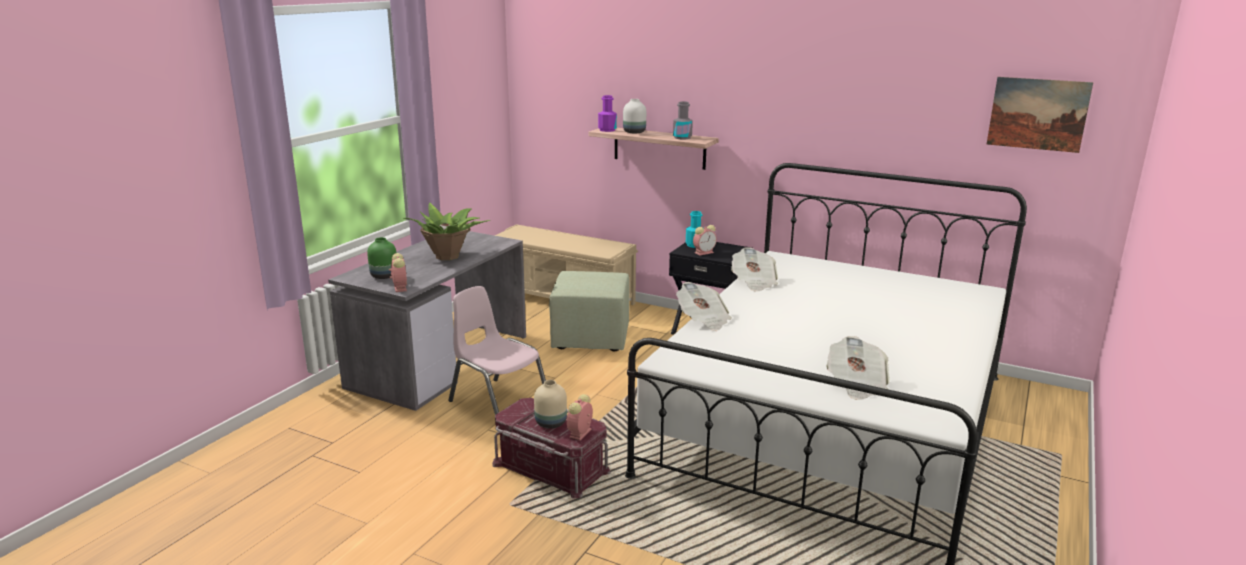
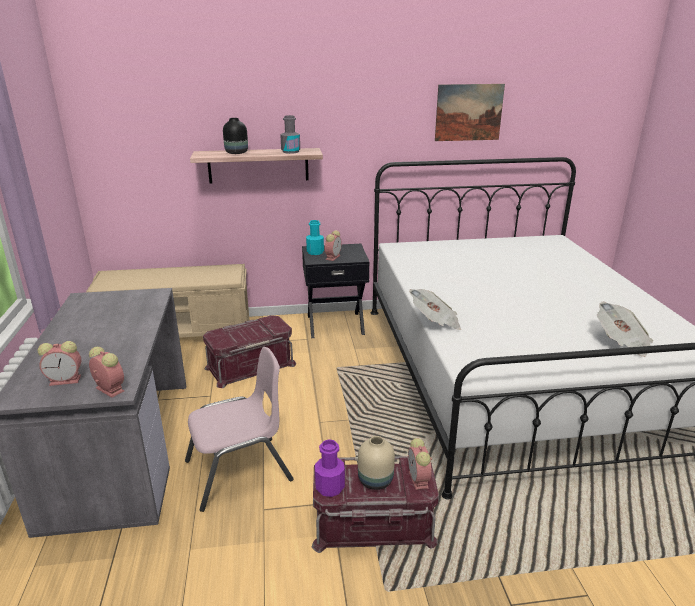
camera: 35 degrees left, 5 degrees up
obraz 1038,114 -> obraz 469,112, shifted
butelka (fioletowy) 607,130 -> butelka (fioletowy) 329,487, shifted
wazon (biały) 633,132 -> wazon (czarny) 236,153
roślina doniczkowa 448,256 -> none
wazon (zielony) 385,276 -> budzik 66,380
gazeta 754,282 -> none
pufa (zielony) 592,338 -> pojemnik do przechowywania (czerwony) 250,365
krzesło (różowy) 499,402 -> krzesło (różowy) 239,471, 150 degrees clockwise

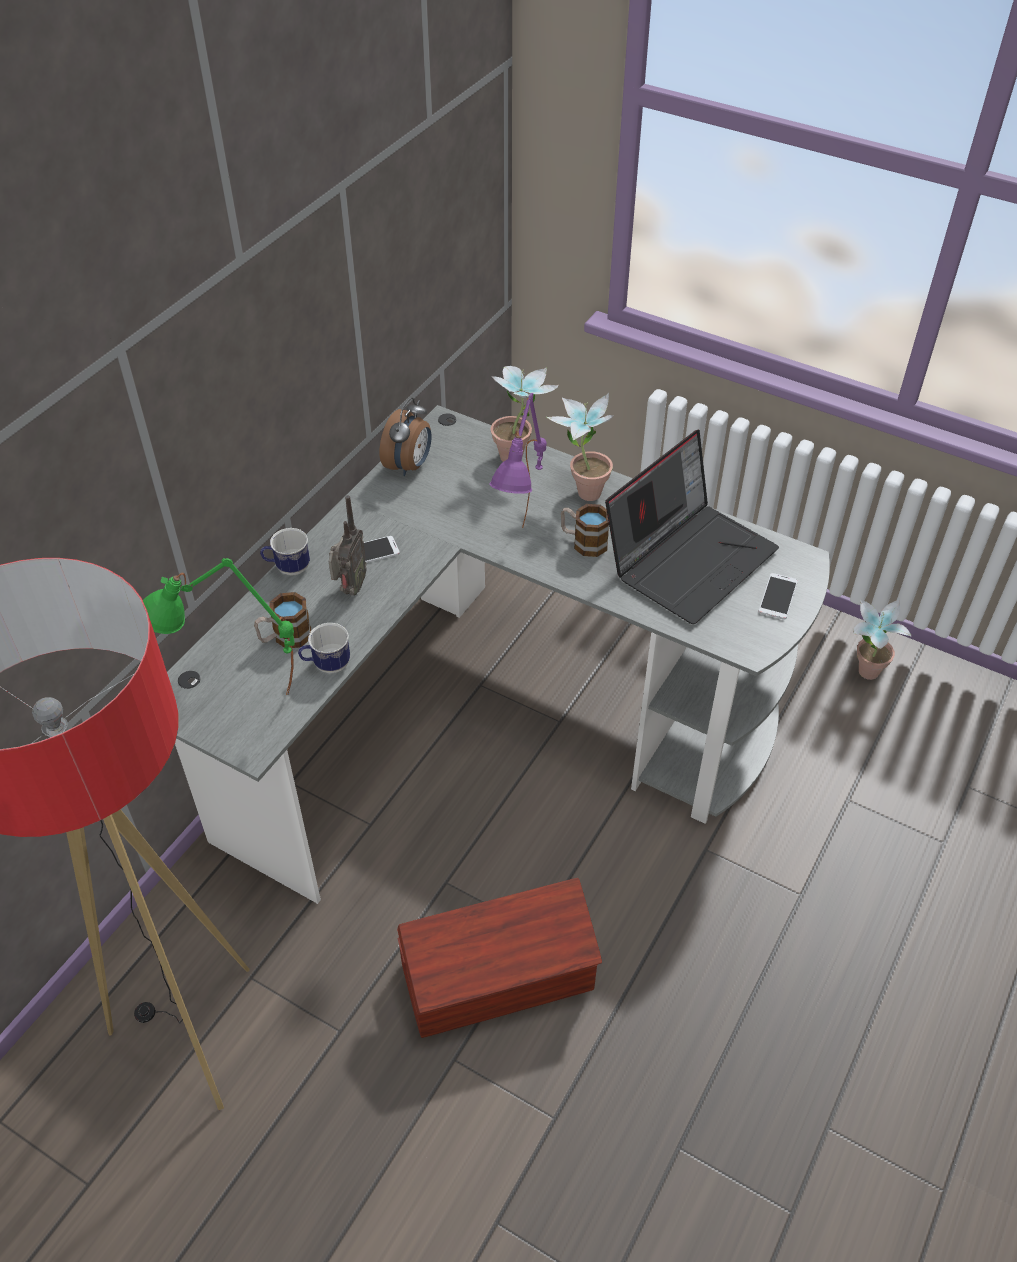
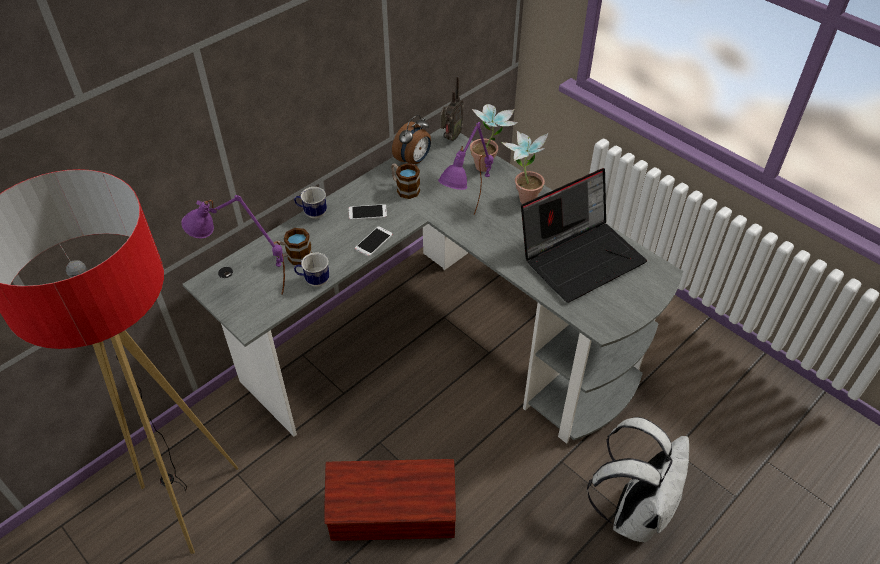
camera: 15 degrees right, 0 degrees up
radio 350,589 -> radio 450,137, shifted
kubek 583,542 -> kubek 404,188, shifted
lampa stołowa (zielony) 240,710 -> lampa stołowa (fioletowy) 249,298
telefon 778,597 -> telefon 373,241, shifted
roślina doniczkowa 863,676 -> none
none -> plecak (biały) 633,511

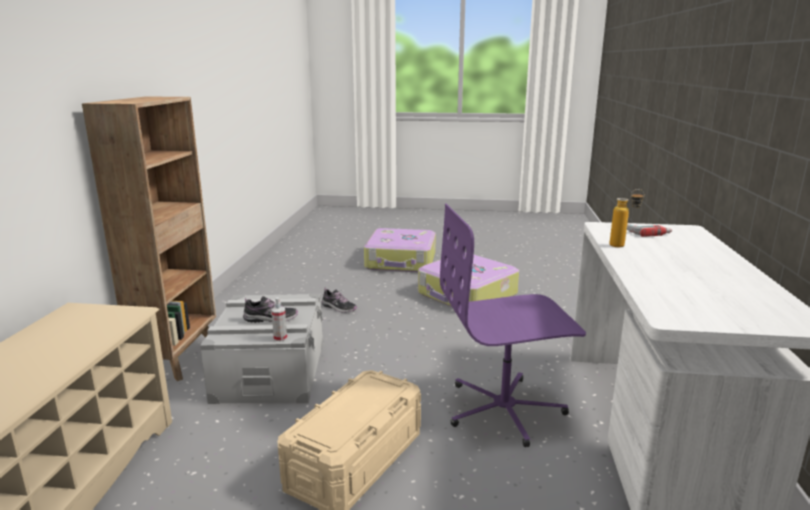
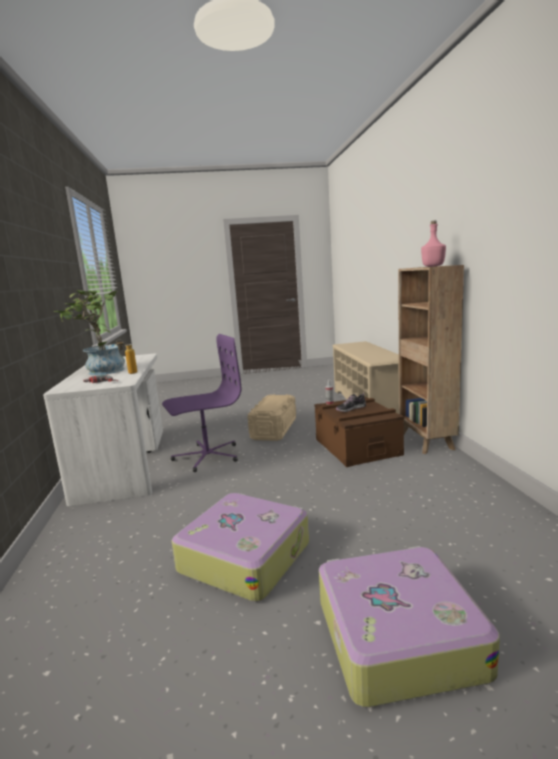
camera: 165 degrees right, 5 degrees down
but 339,308 -> none
pojemnik do przechowywania (szary) 270,371 -> pojemnik do przechowywania (brązowy) 357,447
none -> butelka (różowy) 433,266
none -> roślina doniczkowa 101,372

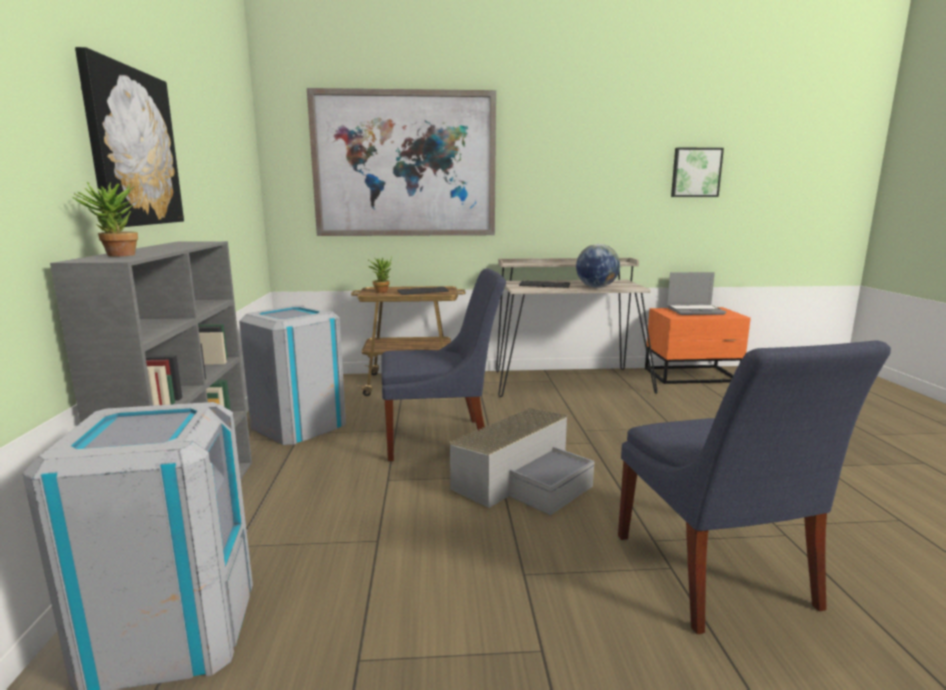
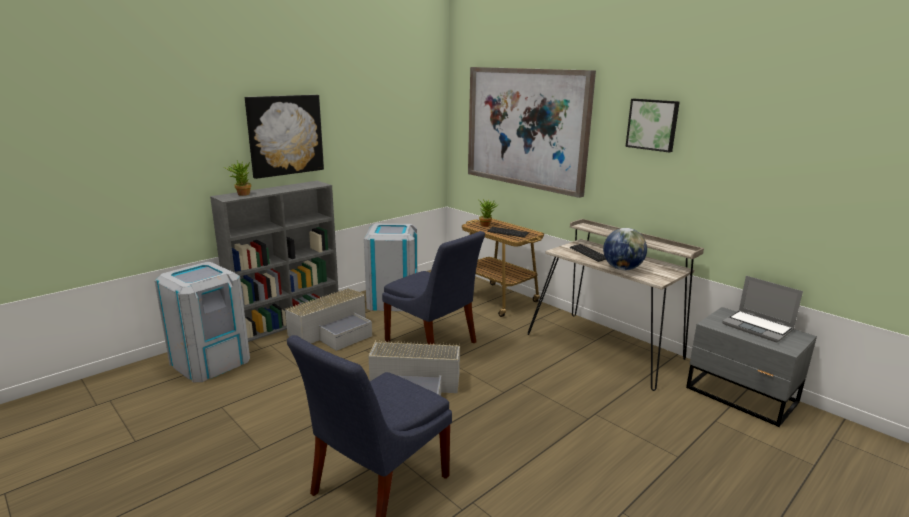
camera: 50 degrees right, 5 degrees up
obraz 695,172 -> obraz 652,124, shifted
szafka nocna (pomarańczowy) 693,375 -> szafka nocna (szary) 742,396
none -> pojemnik do przechowywania (szary) 334,331

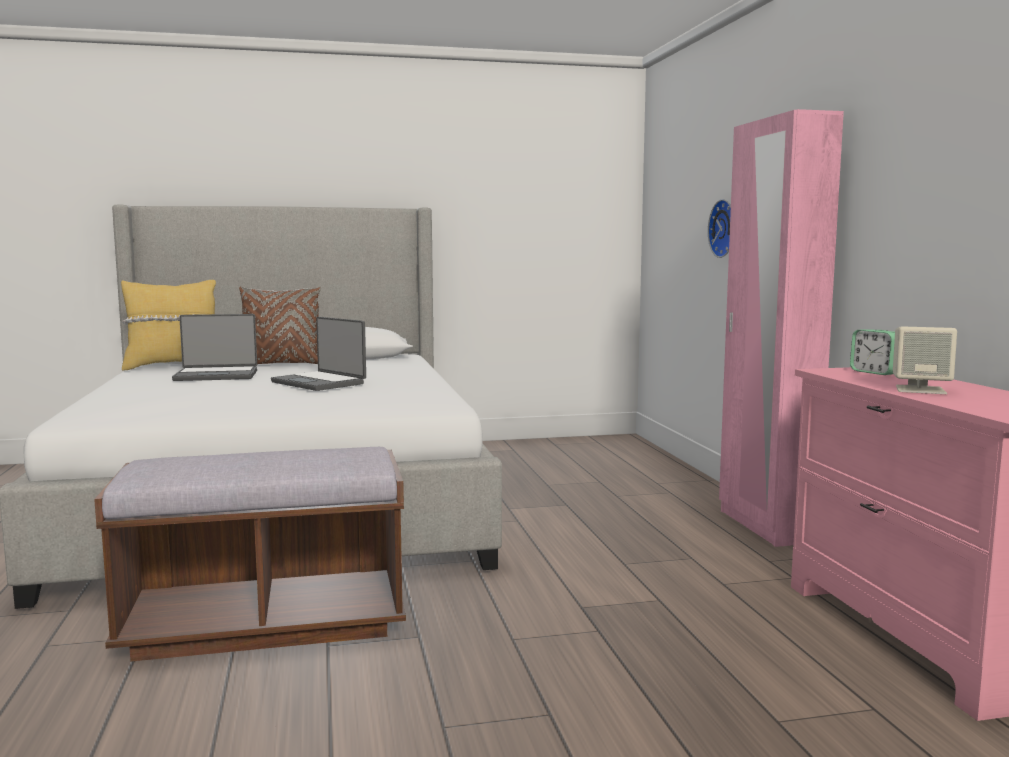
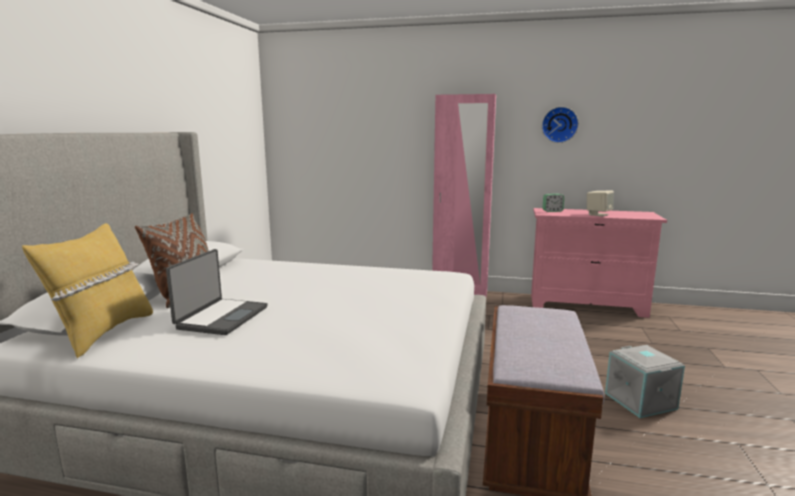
camera: 65 degrees left, 5 degrees up
zegar ścienny 725,228 -> zegar ścienny 559,124, shifted
laptop 320,383 -> none
none -> pojemnik do przechowywania (szary) 641,401

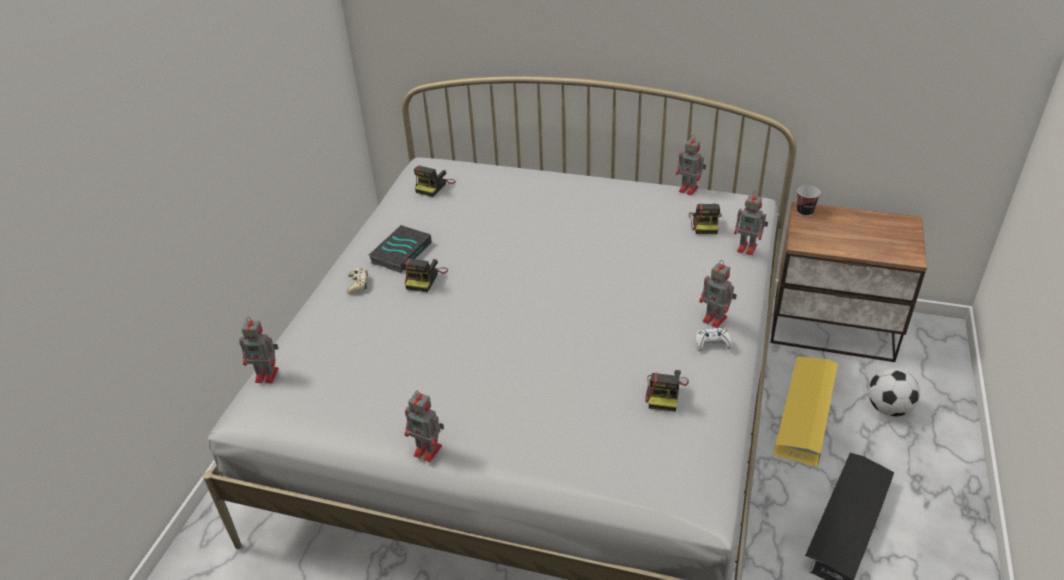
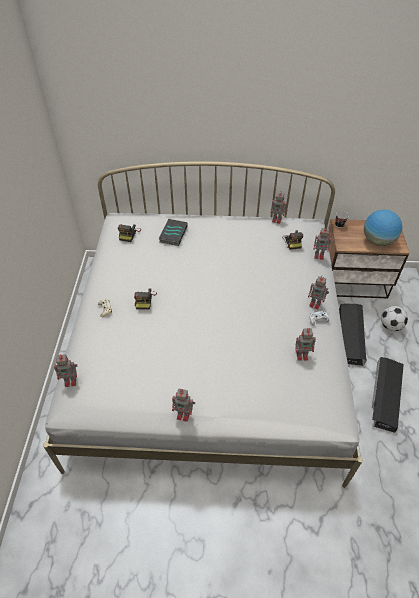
camera: 15 degrees left, 10 degrees up
książka 400,252 -> książka 173,234, shifted
pojemnik do przechowywania (żółty) 805,414 -> pojemnik do przechowywania (czarny) 351,336
aparat fotograficzny 665,392 -> robot zabawkowy 302,355
none -> globus 377,241

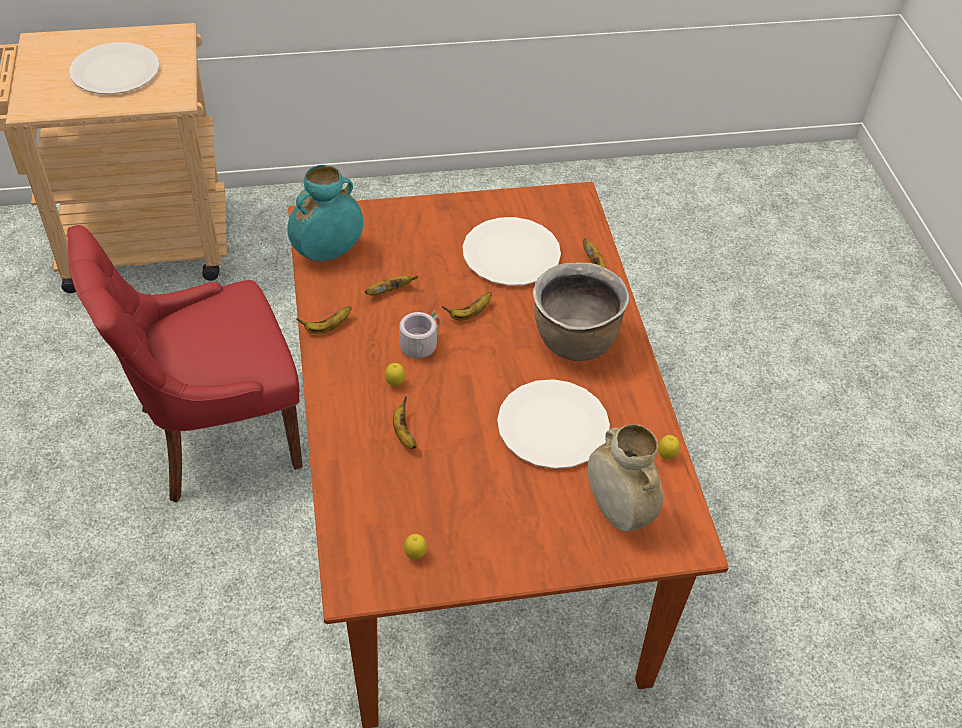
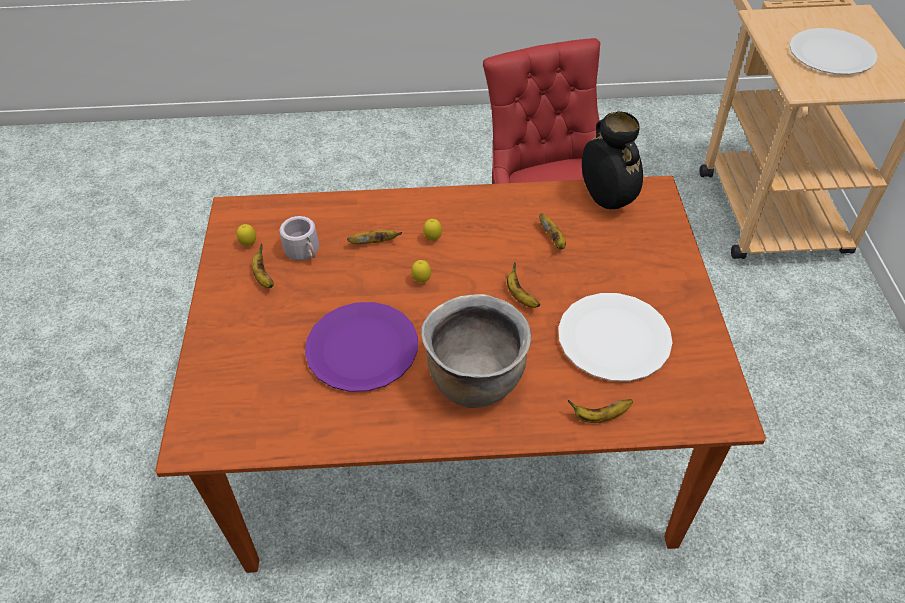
camera: 100 degrees right, 0 degrees up
wazon (turkusowy) 328,253 -> wazon (czarny) 605,199
banan 327,327 -> banan 263,277, shifted
kubek (szary) 420,343 -> kubek (szary) 306,251, shifted
talerz (biały) 553,426 -> talerz (fioletowy) 362,348
wazon (beżowy) 617,510 -> none
cytryna 666,456 -> cytryna 421,281, shifted

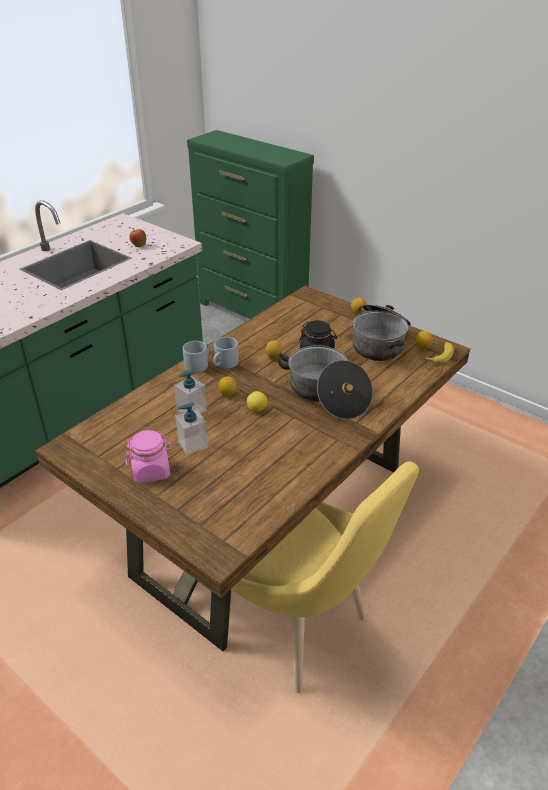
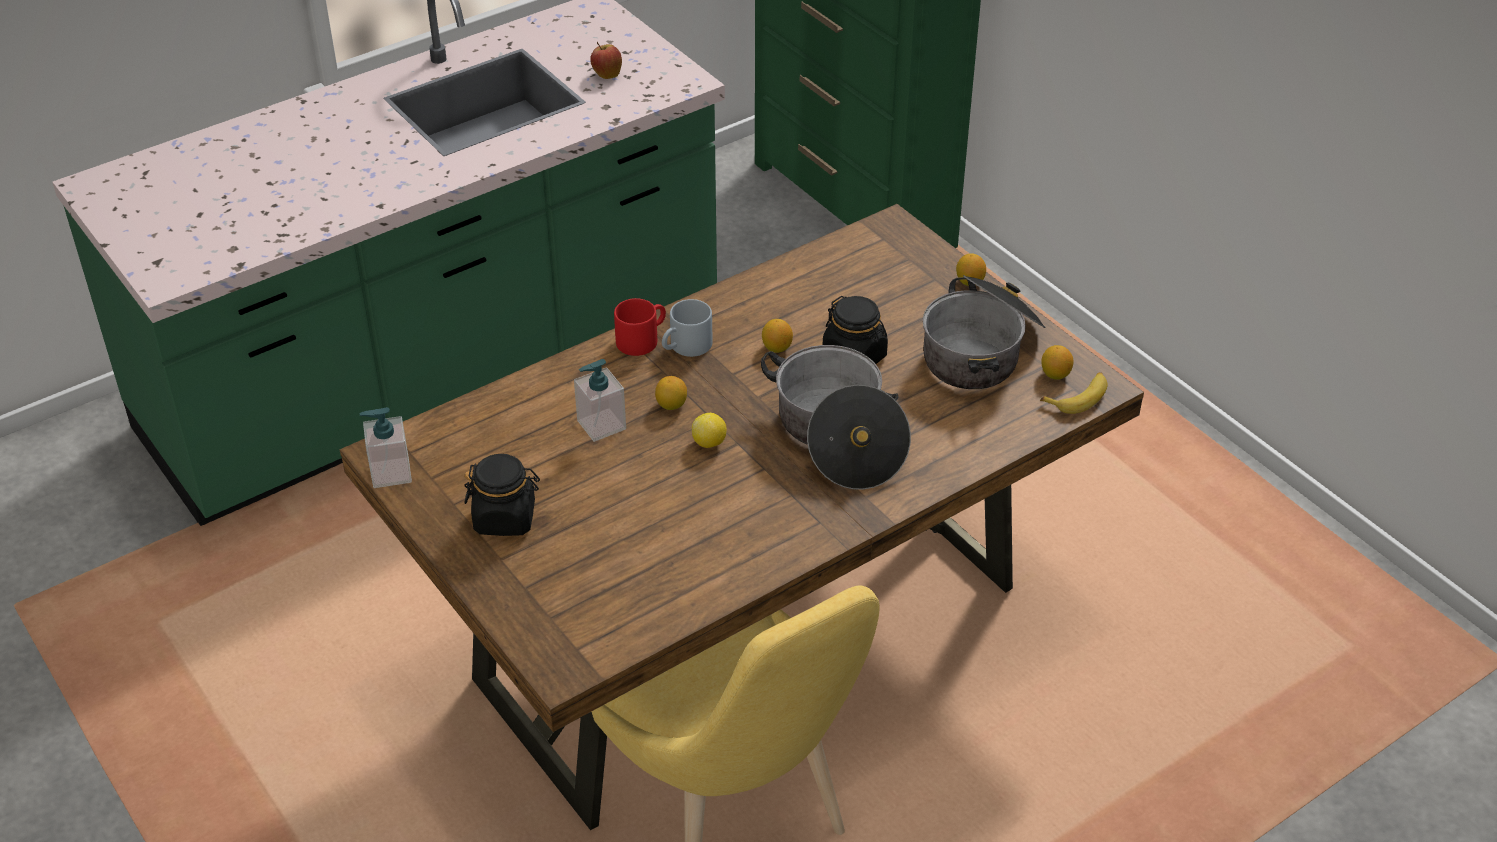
camera: 15 degrees right, 5 degrees up
kubek (szary) 198,364 -> kubek (czerwony) 642,339
dozownik mydła 192,444 -> dozownik mydła 390,473, shifted
słoik (różowy) 151,471 -> słoik (czarny) 505,518

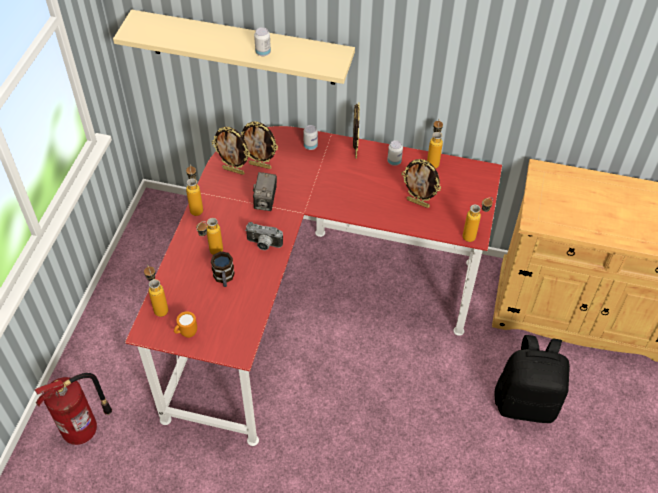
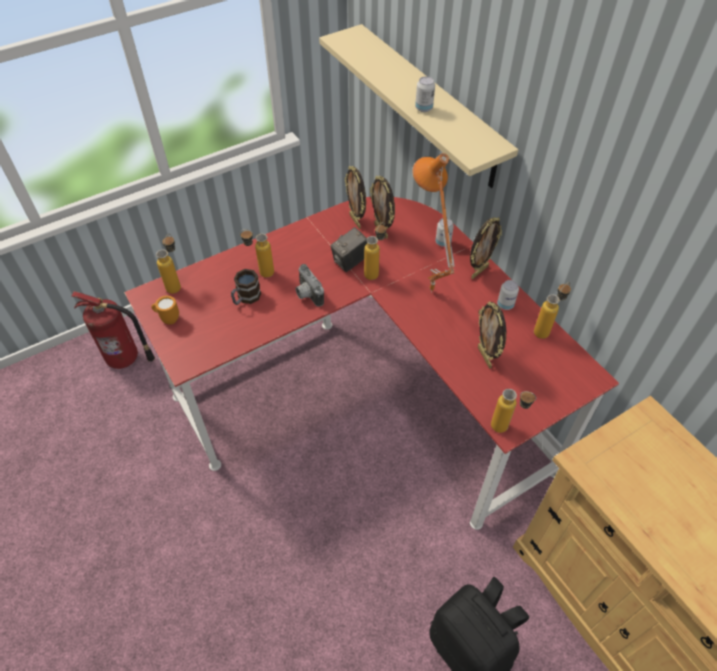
camera: 45 degrees right, 0 degrees up
butelka 196,207 -> butelka 375,271, shifted
none -> lampa stołowa (pomarańczowy) 428,291

